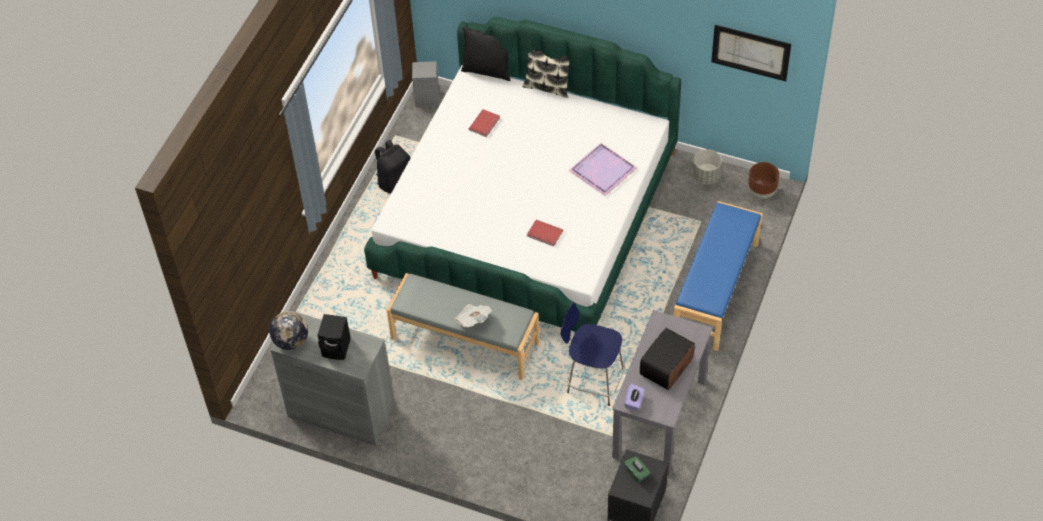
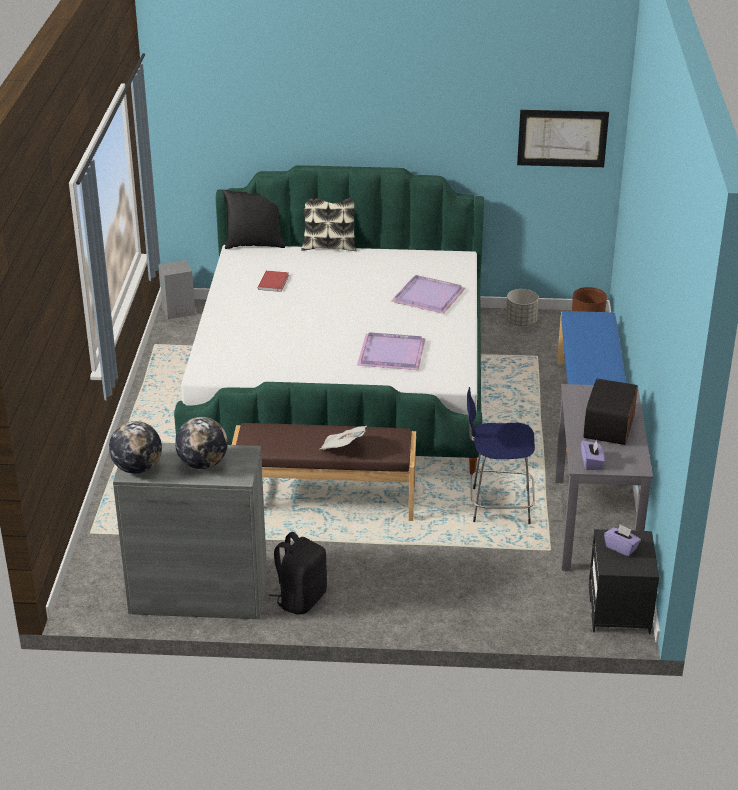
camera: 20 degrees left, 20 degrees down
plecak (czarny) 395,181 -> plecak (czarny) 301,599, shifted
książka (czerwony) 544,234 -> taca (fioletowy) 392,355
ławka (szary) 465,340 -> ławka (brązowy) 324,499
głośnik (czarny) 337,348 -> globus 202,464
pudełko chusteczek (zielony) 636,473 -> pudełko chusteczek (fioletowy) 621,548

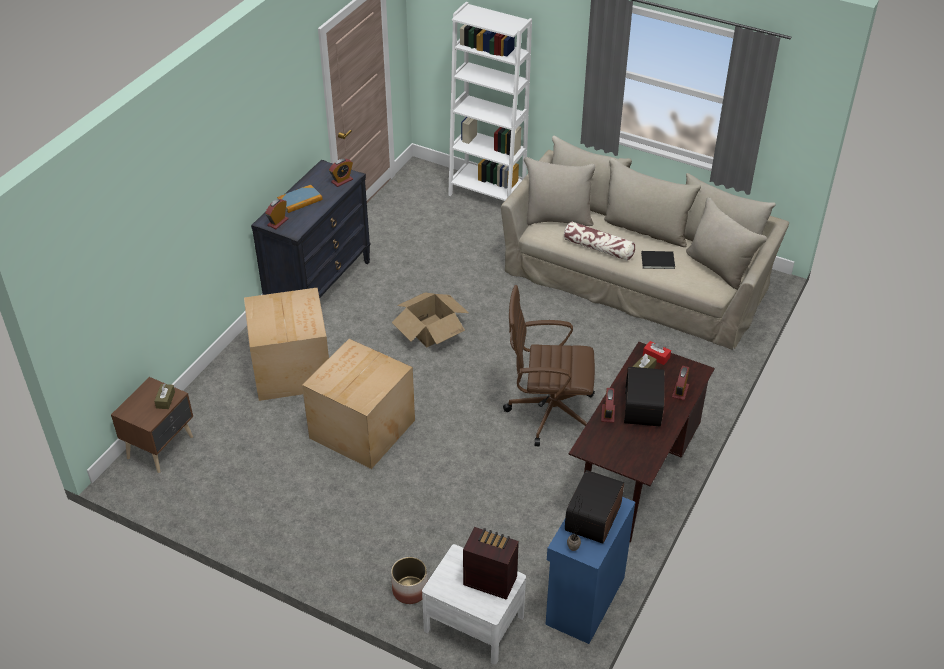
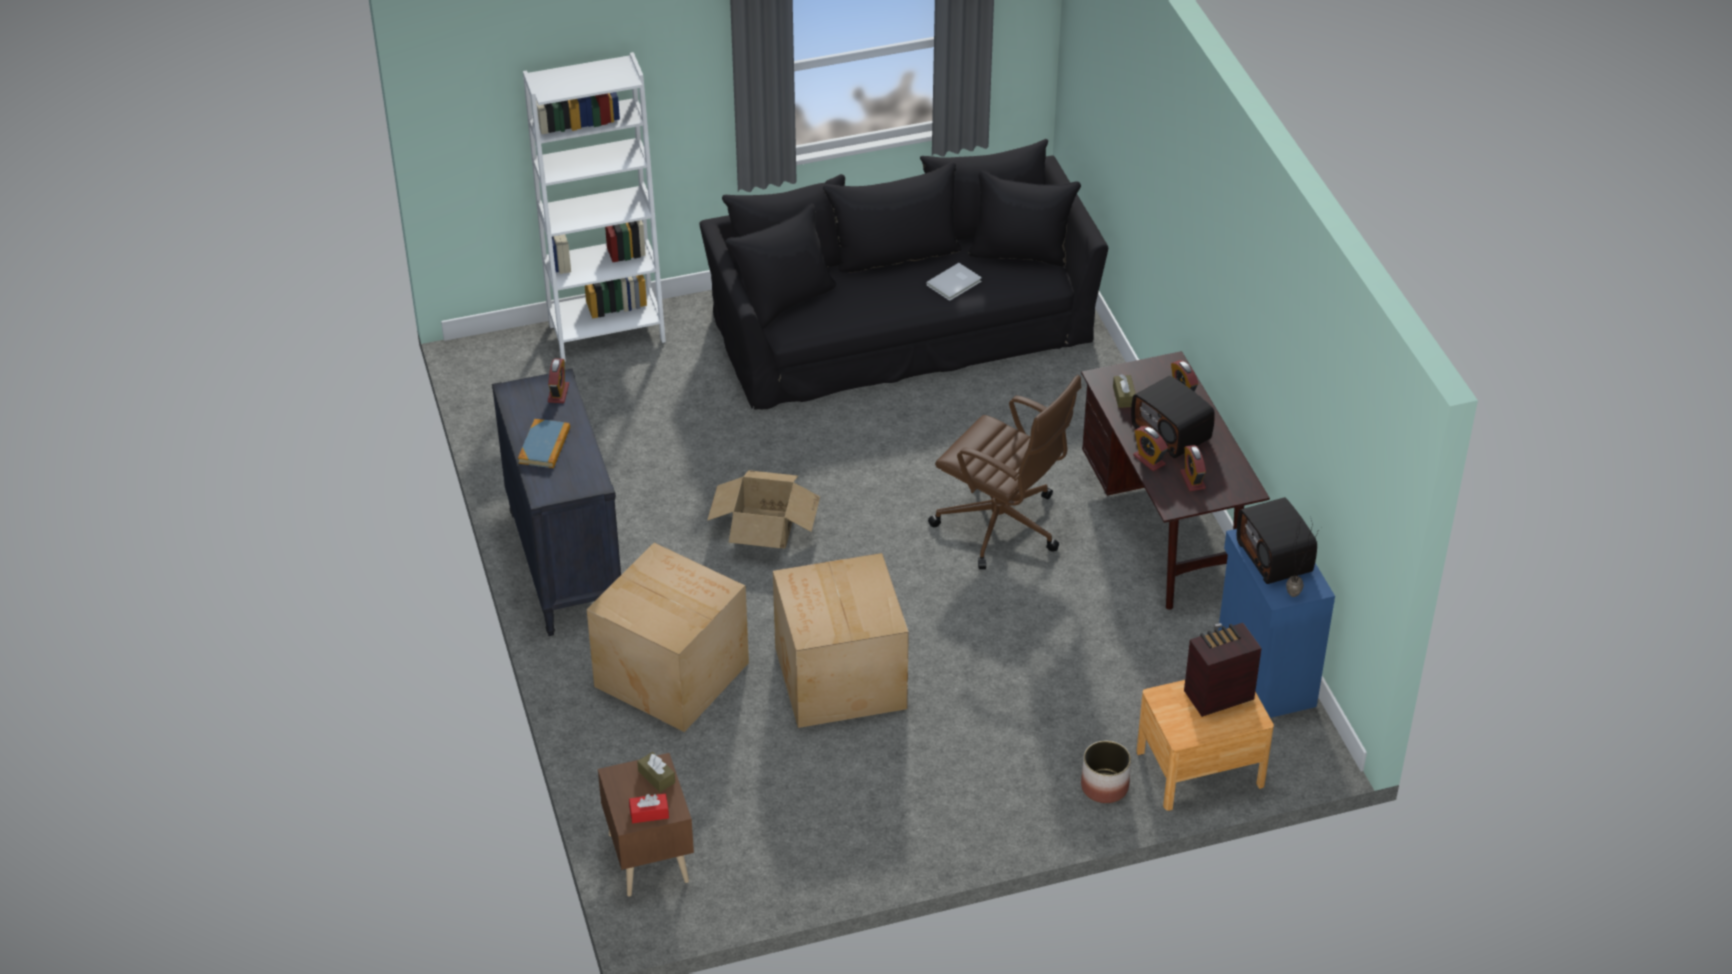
camera: 45 degrees left, 0 degrees up
kanapa (beżowy) 636,278 -> kanapa (czarny) 902,327
budzik 278,222 -> budzik 1192,480, shifted
poduszka 598,248 -> none
książka (czarny) 658,261 -> książka (biały) 955,283
krzesło biurowe (brązowy) 548,412 -> krzesło biurowe (brązowy) 1002,526, 105 degrees counterclockwise
pudełko chusteczek (czerwony) 656,356 -> pudełko chusteczek (czerwony) 649,813, shifted
szafka nocna (biały) 474,623 -> szafka nocna (brązowy) 1200,768

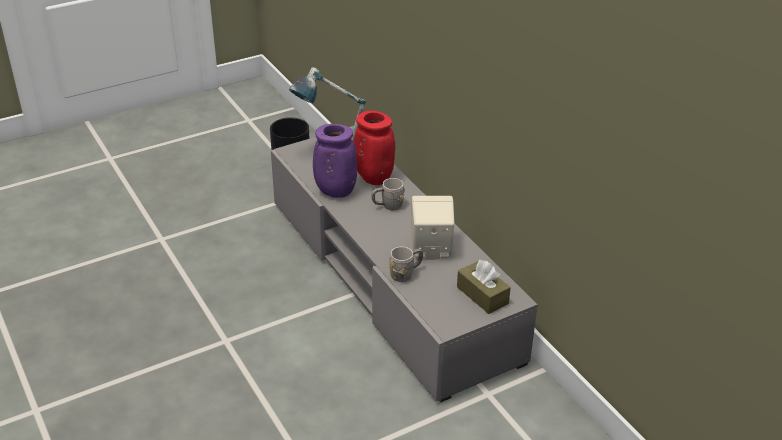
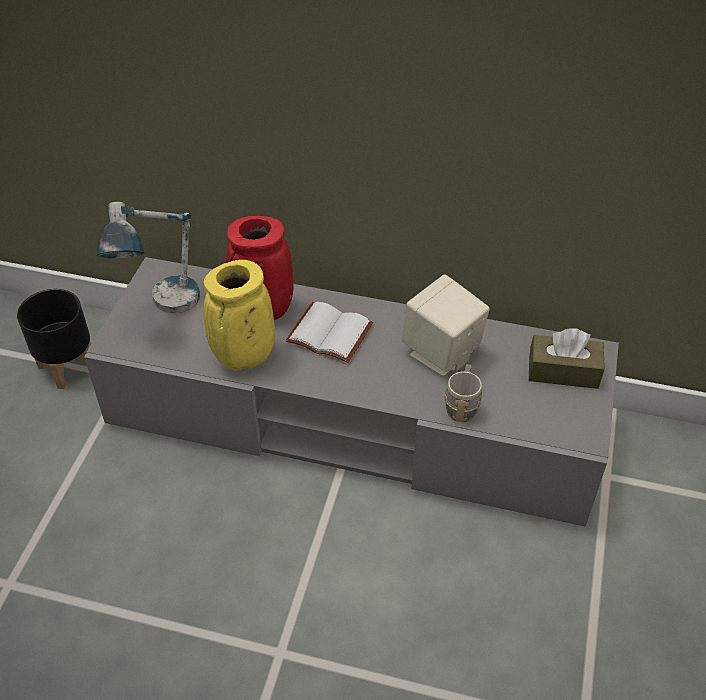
camera: 45 degrees left, 10 degrees up
wazon (fioletowy) 334,192 -> wazon (żółty) 243,359
kubek (szary) 388,206 -> książka (biały) 327,335

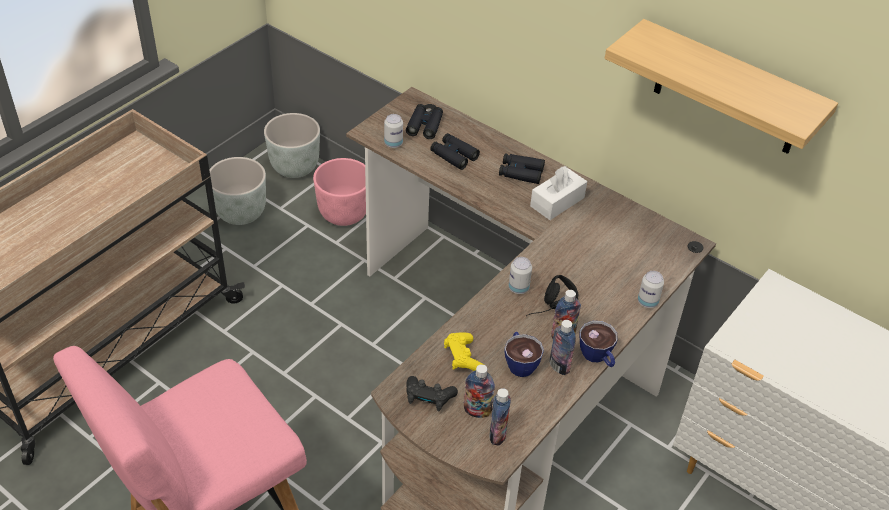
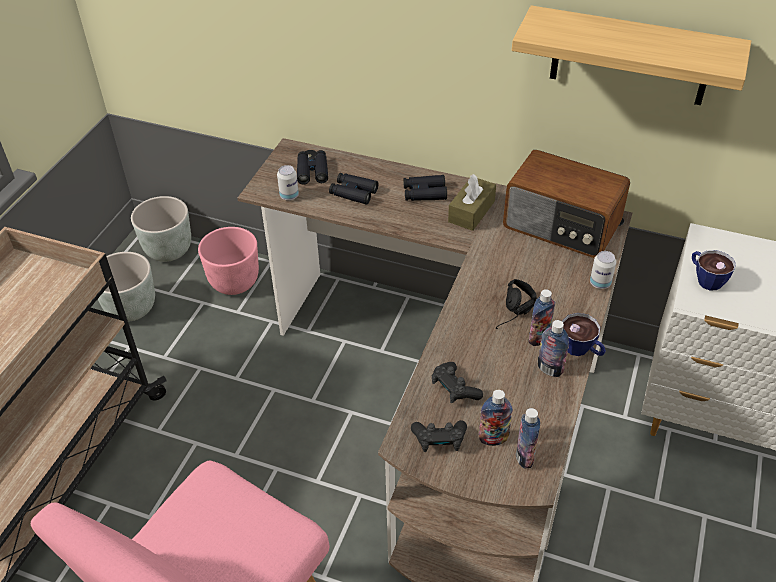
camera: 15 degrees left, 0 degrees up
pudełko chusteczek (biały) 557,202 -> pudełko chusteczek (brązowy) 471,211
puszka 518,288 -> none
pad do gier (żółty) 463,358 -> pad do gier (czarny) 454,389
filiżanka 519,362 -> filiżanka 705,279, shifted
none -> radio 561,226

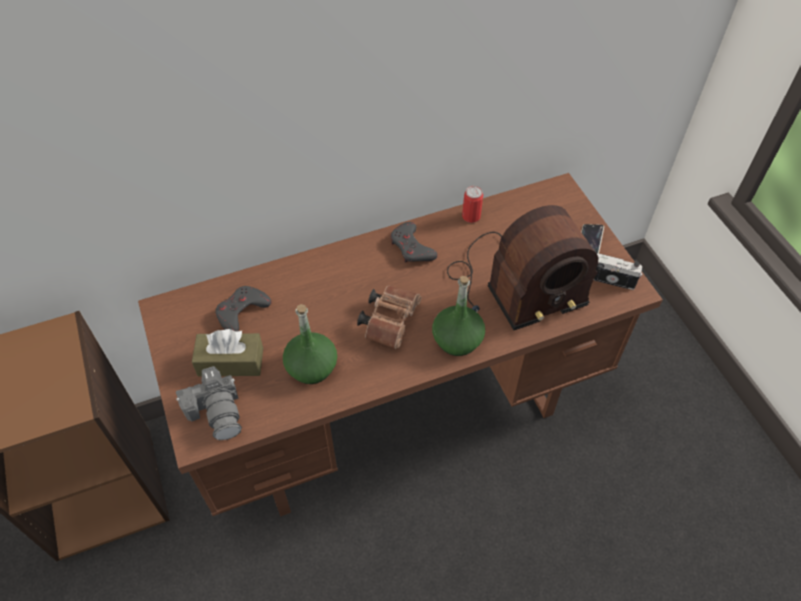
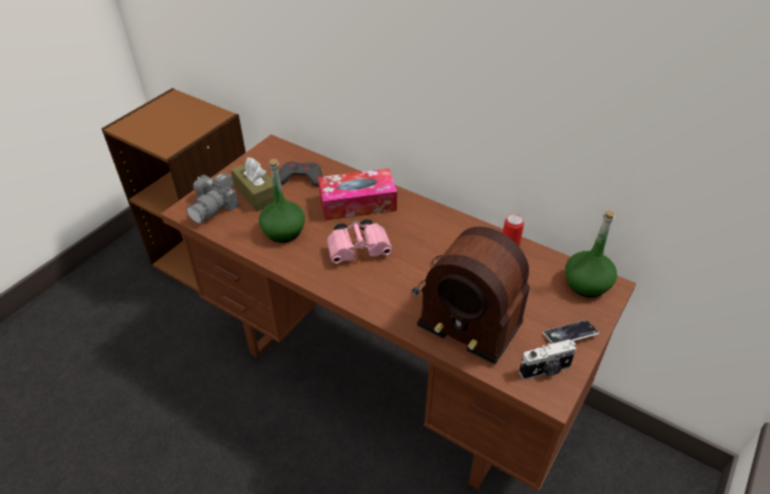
camera: 55 degrees right, 10 degrees down
pad do gier (szary) 412,247 -> none
aparat fotograficzny 611,279 -> aparat fotograficzny 545,370, 90 degrees clockwise
butelka (zielony) 457,339 -> butelka (zielony) 587,284, shifted
lornetka (brązowy) 390,320 -> lornetka (różowy) 360,250
none -> pudełko chusteczek 357,203

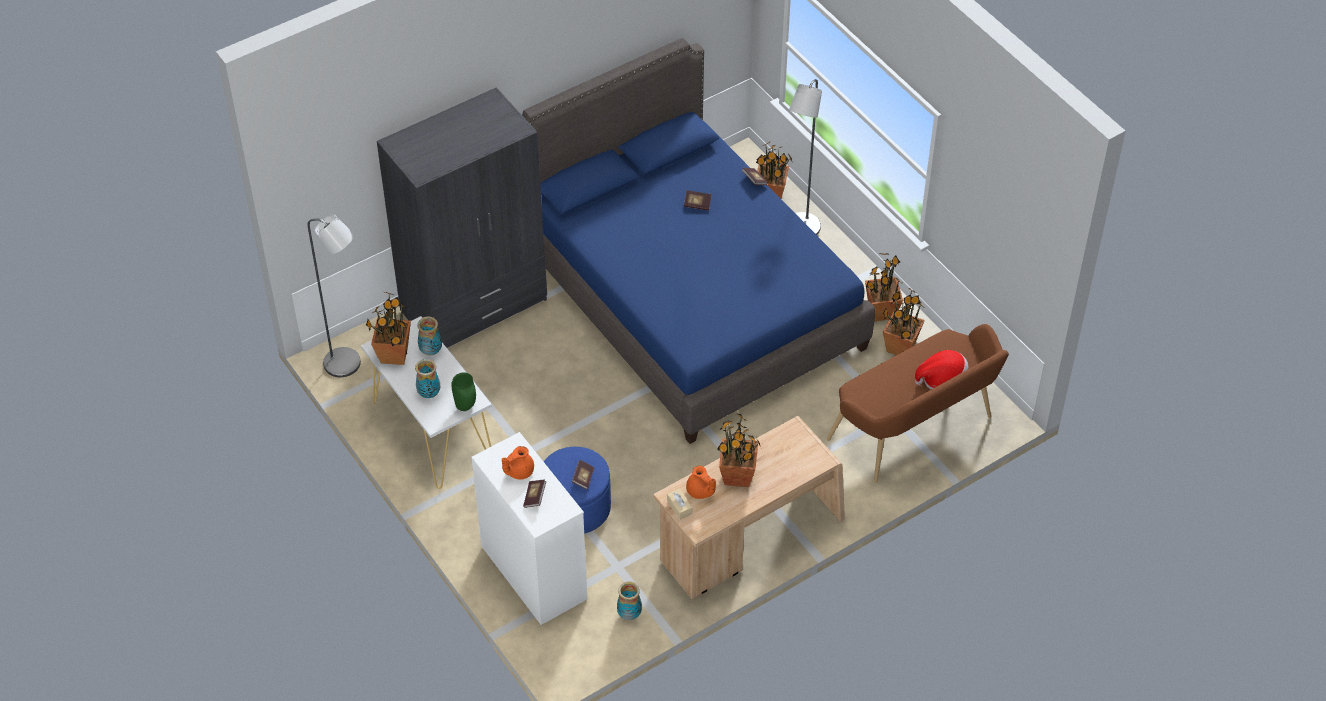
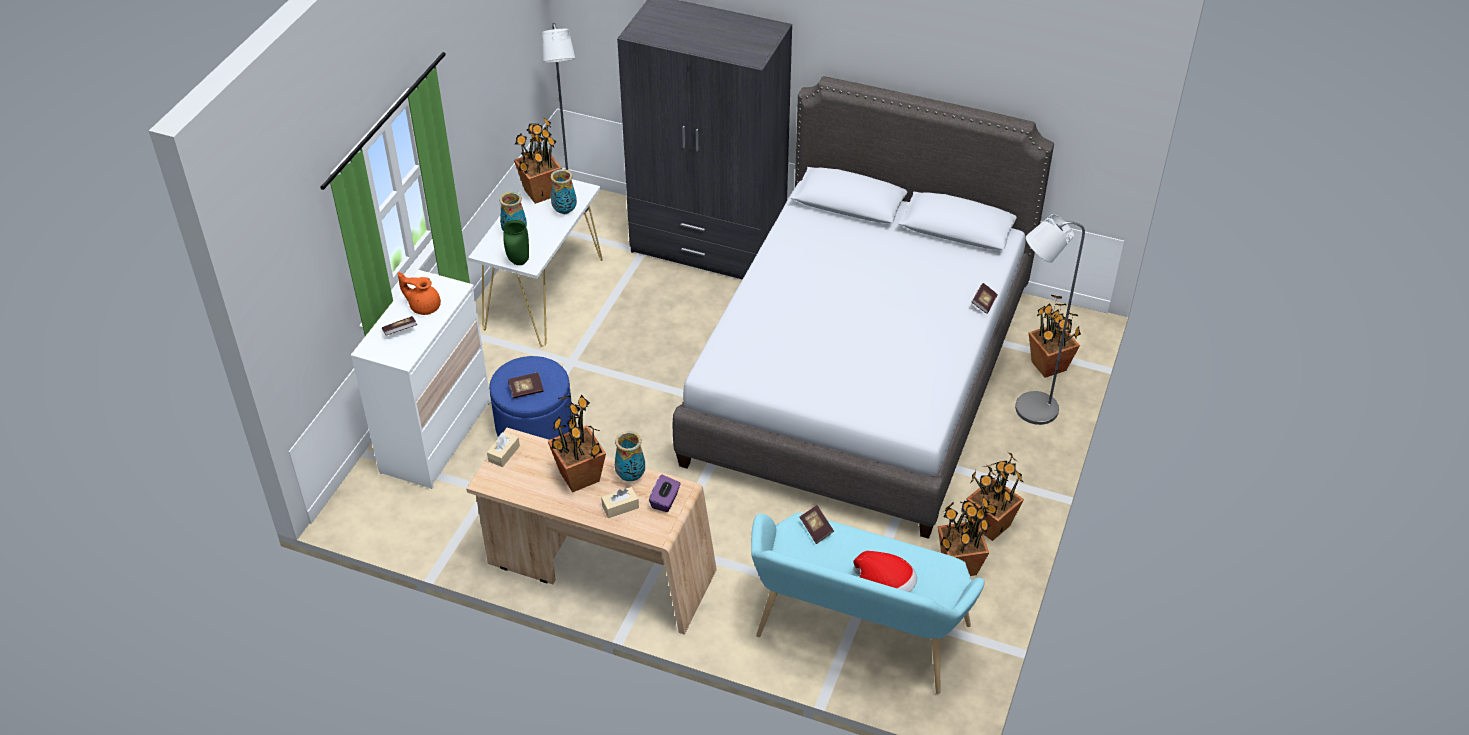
camera: 55 degrees right, 5 degrees down
łóżko (niebieski) 690,298 -> łóżko (szary) 858,376
książka 697,204 -> książka 816,529, shifted
ławka (brązowy) 916,432 -> ławka (turkusowy) 856,637
imbryk (pomarańczowy) 700,491 -> none
wazon 629,614 -> wazon 631,476, shifted
none -> pudełko chusteczek (fioletowy) 665,501
none -> pudełko chusteczek (beżowy) 620,507

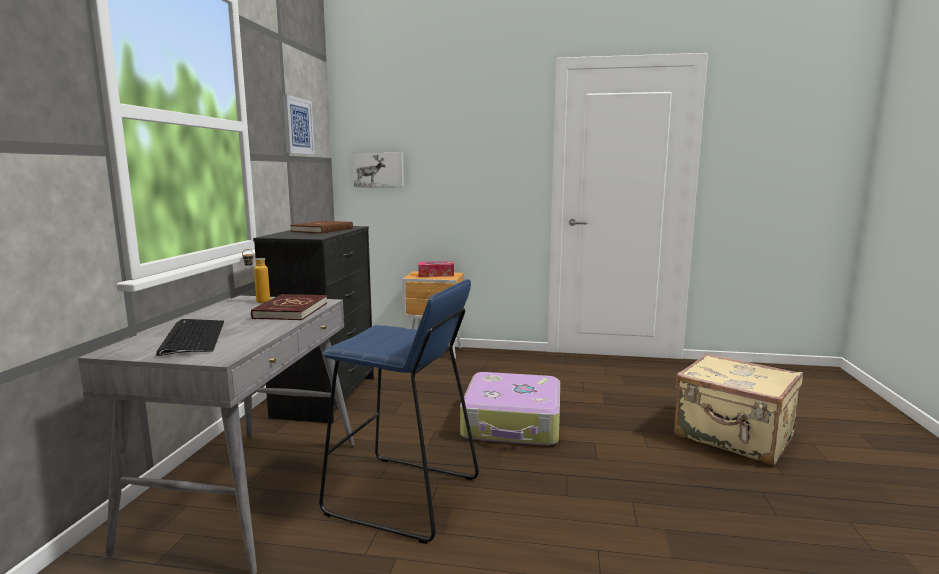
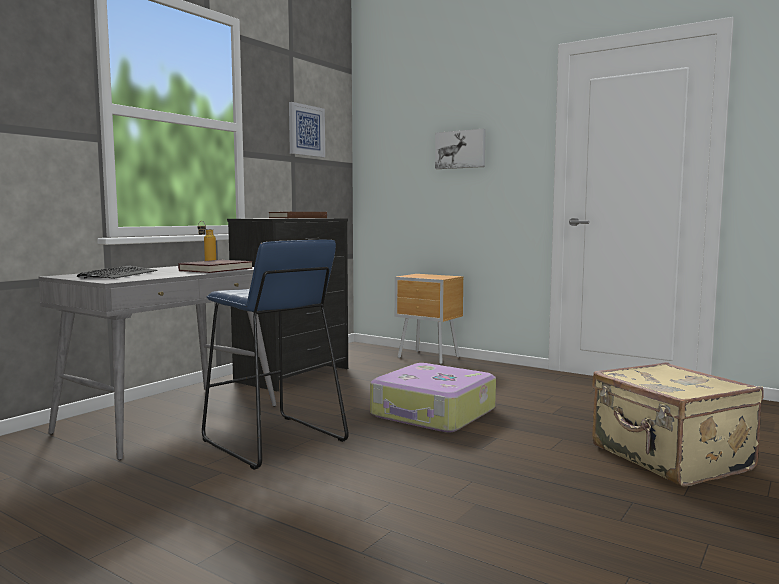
camera: 25 degrees right, 5 degrees down
obraz 379,170 -> obraz 460,149, shifted
pudełko chusteczek 436,274 -> none

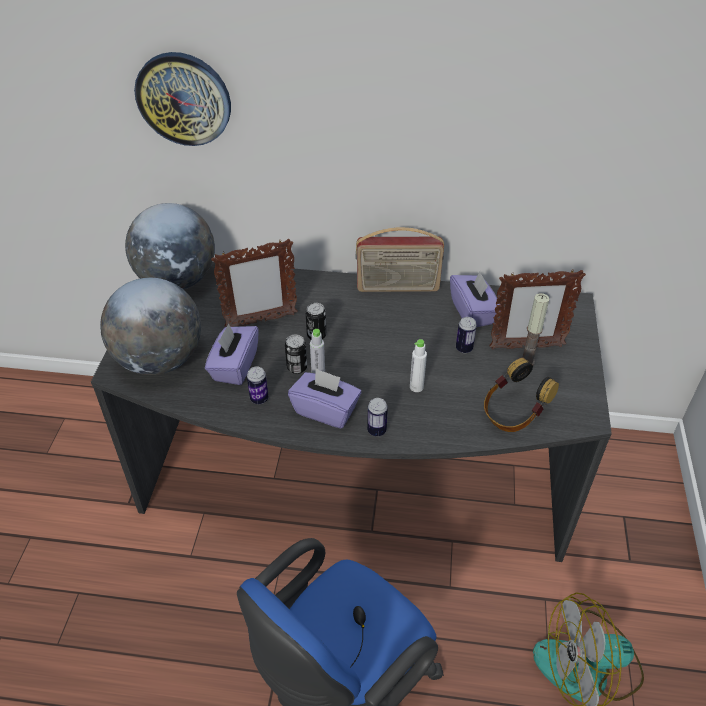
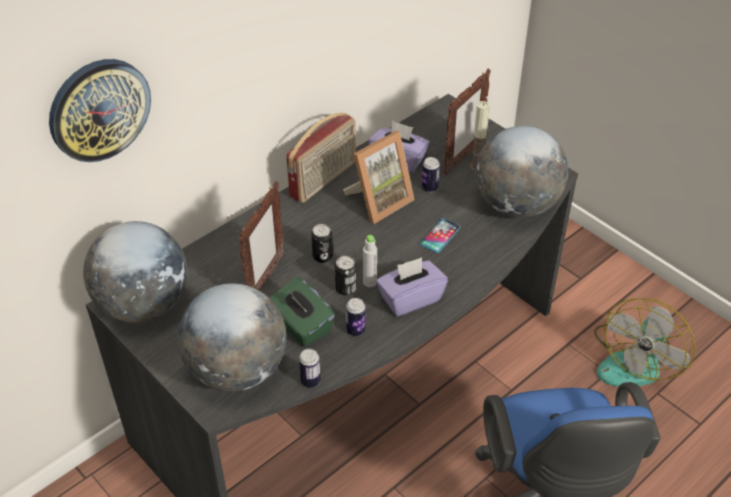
camera: 50 degrees left, 0 degrees up
pudełko chusteczek (fioletowy) 234,366 -> pudełko chusteczek (zielony) 301,326
butelka (biały) 416,387 -> telefon 440,236
słuchawki 513,414 -> globus 516,205
puszka 376,430 -> puszka 310,381, shifted
none -> ramka na zdjęcie 379,201

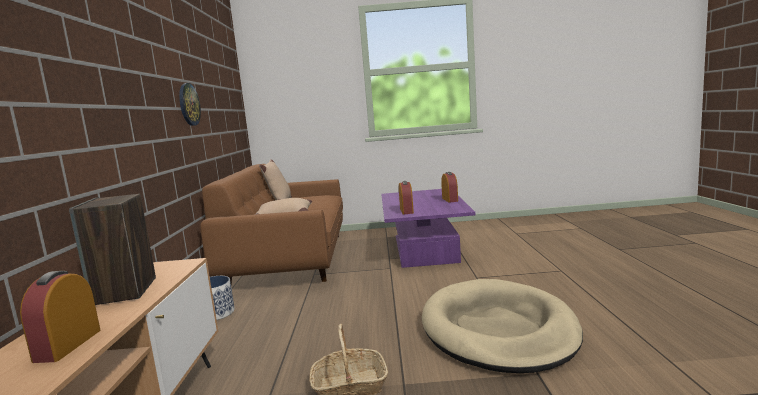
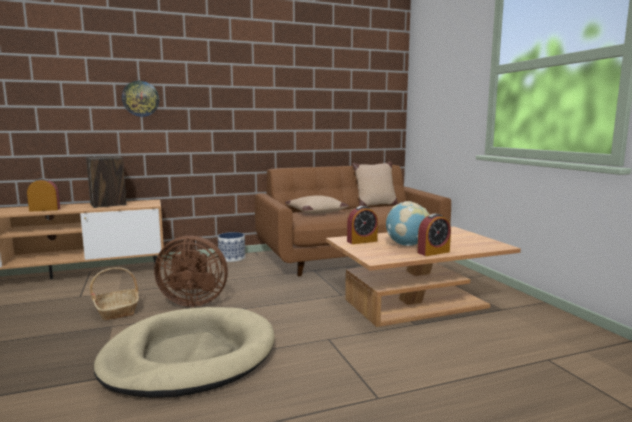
camera: 70 degrees right, 0 degrees up
zegar ścienny 188,104 -> zegar ścienny 140,98, shifted
ława (fioletowy) 424,249 -> ława (brązowy) 416,303
none -> globus 407,245
none -> wentylator (brązowy) 193,301

